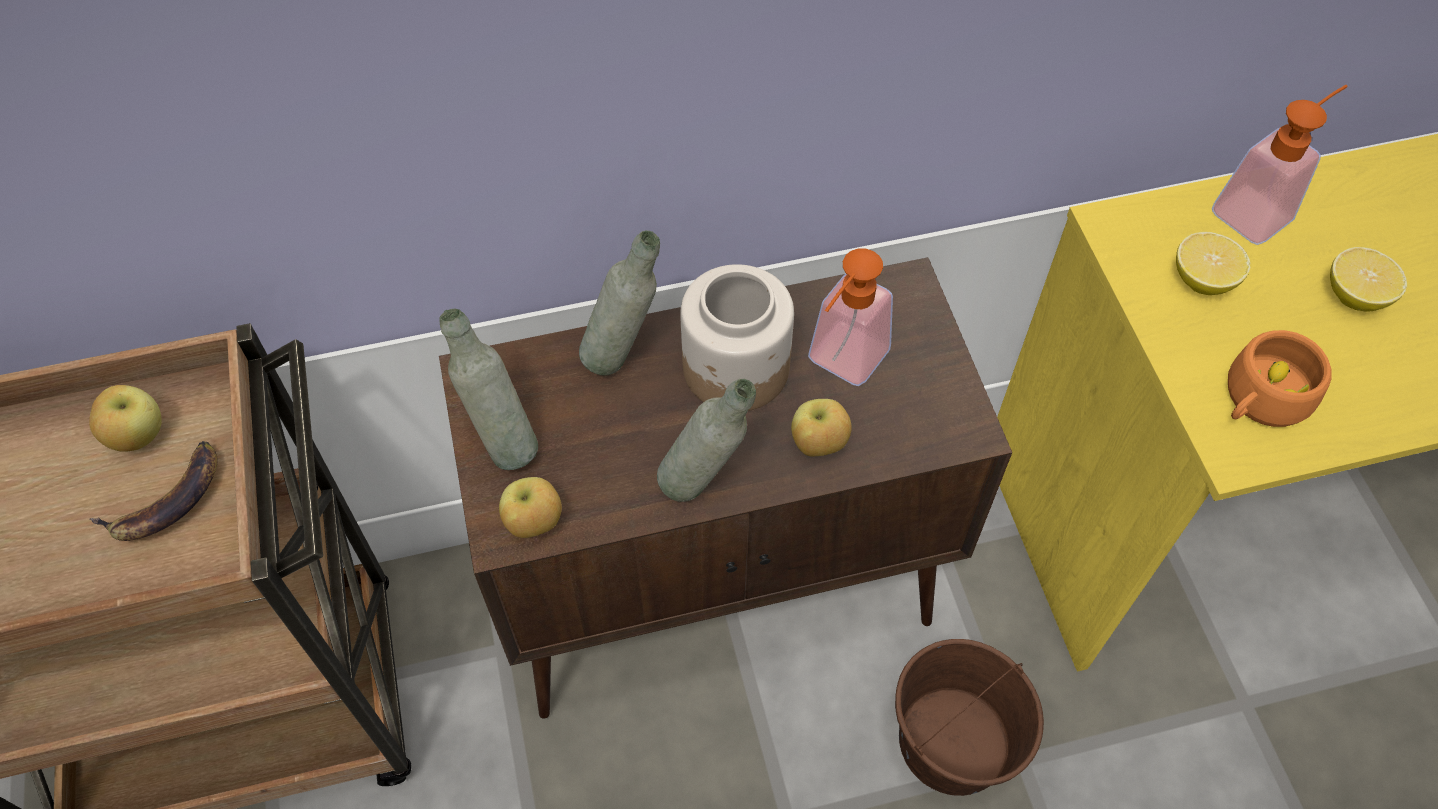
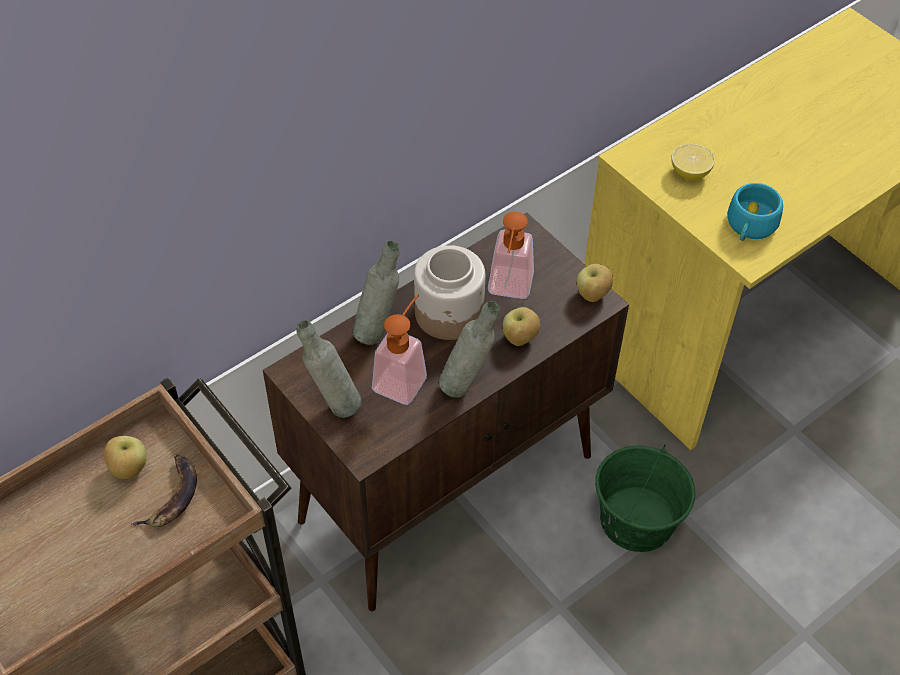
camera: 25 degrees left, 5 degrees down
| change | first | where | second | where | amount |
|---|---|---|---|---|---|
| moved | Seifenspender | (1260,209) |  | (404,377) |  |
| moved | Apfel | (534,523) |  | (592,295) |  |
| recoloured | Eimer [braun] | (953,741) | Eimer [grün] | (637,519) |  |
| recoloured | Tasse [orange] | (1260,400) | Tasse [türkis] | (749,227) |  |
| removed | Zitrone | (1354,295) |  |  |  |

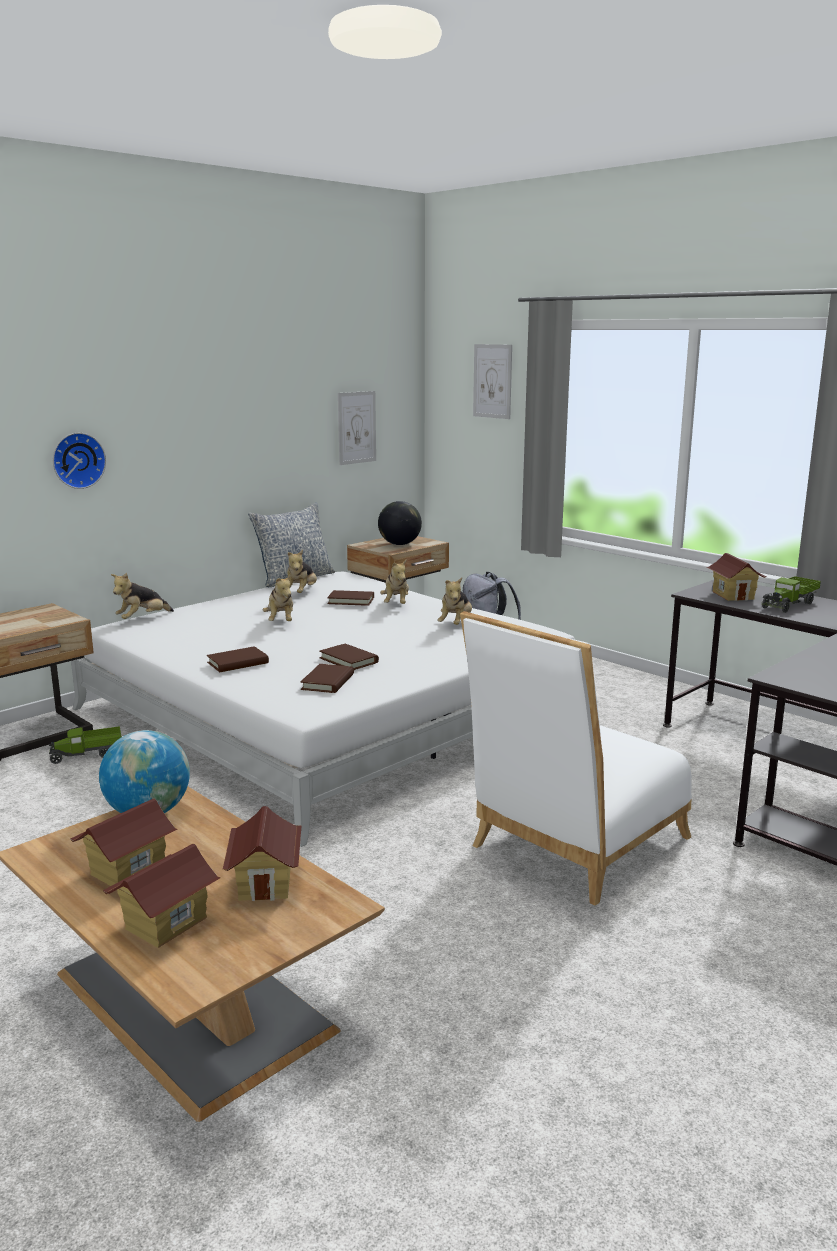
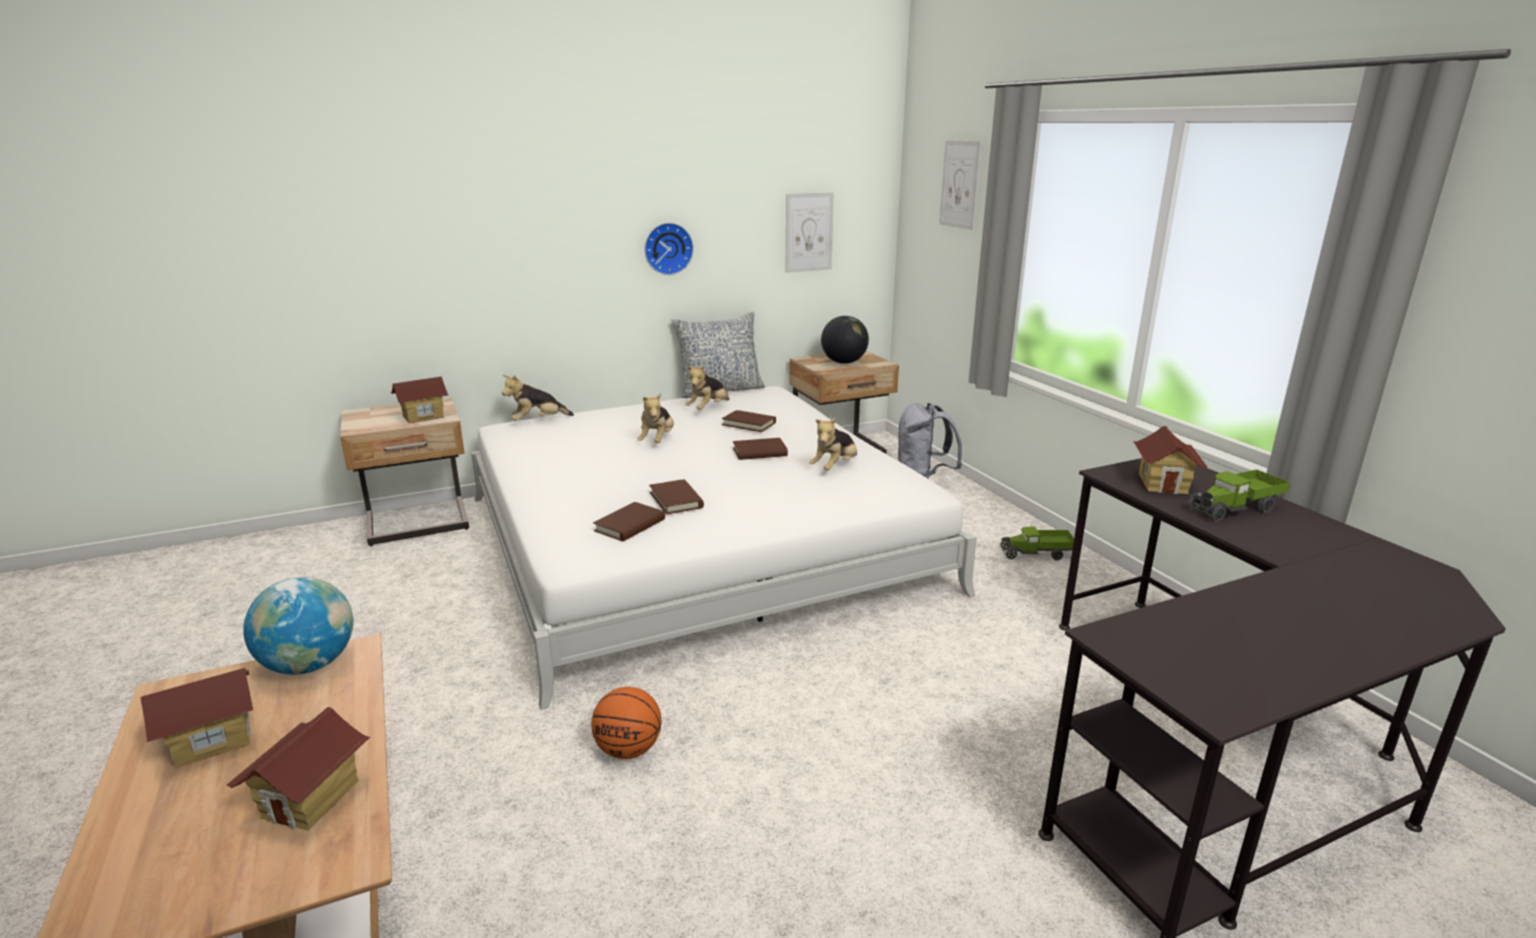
camera: 20 degrees right, 5 degrees up
| change | first | where | second | where | amount |
|---|---|---|---|---|---|
| moved | Spielzeughaus | (165,923) |  | (423,416) |  |
| added |  |  | Basketball | (628,749) |  |
| moved | Wanduhr | (77,460) |  | (667,248) |  |
| moved | Buch [braun] | (238,663) |  | (759,452) |  |
| moved | Spielzeuglaster | (87,755) |  | (1036,554) |  |
| removed | Plüschtier | (396,604) |  |  |  |
| removed | Stuhl [weiß] | (573,846) |  |  |  |

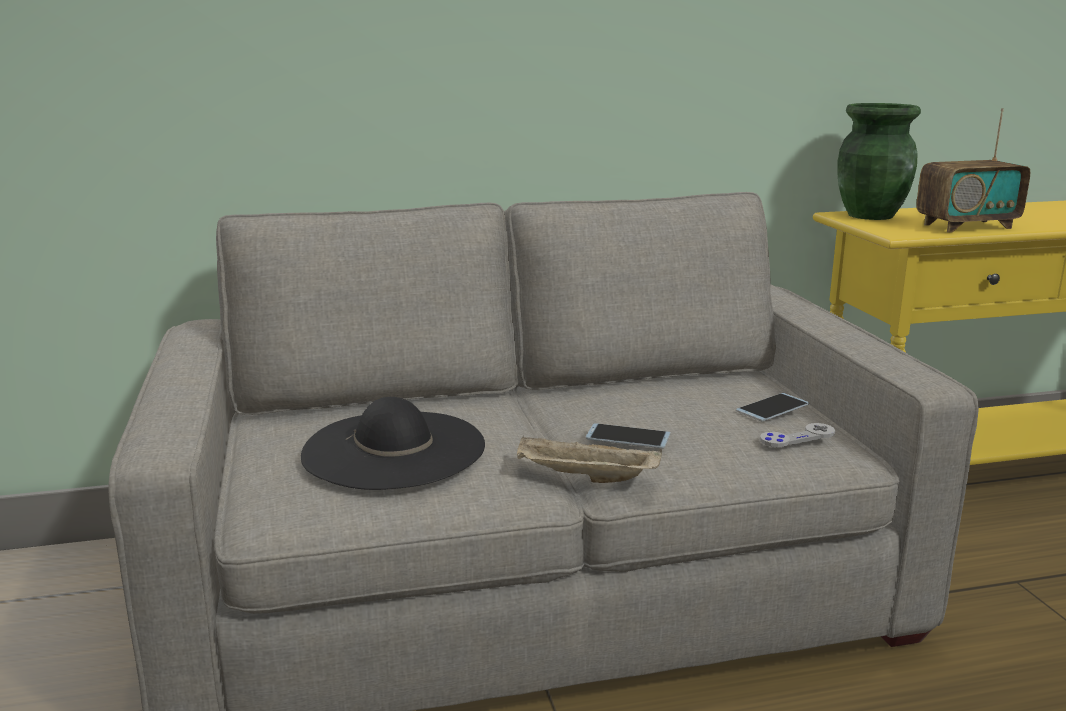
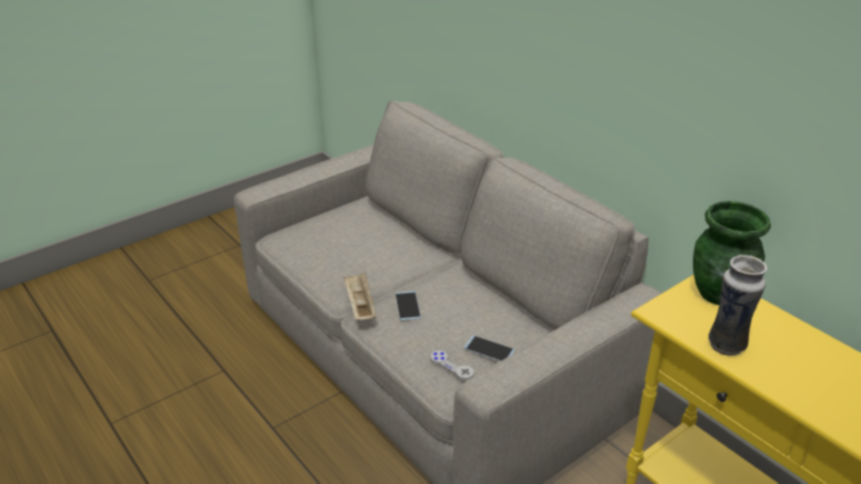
camera: 65 degrees right, 15 degrees up
| change | first | where | second | where | amount |
|---|---|---|---|---|---|
| replaced | Radio | (966,226) | Vase | (726,345) |  |
| removed | Hut [schwarz] | (394,449) |  |  |  |

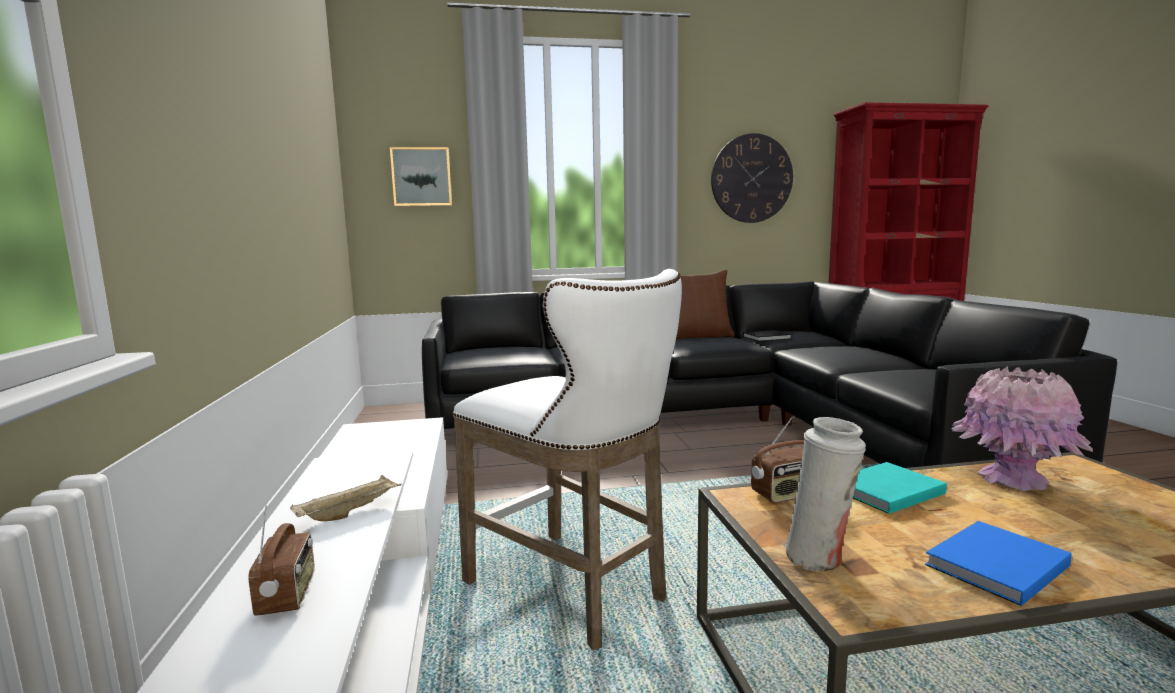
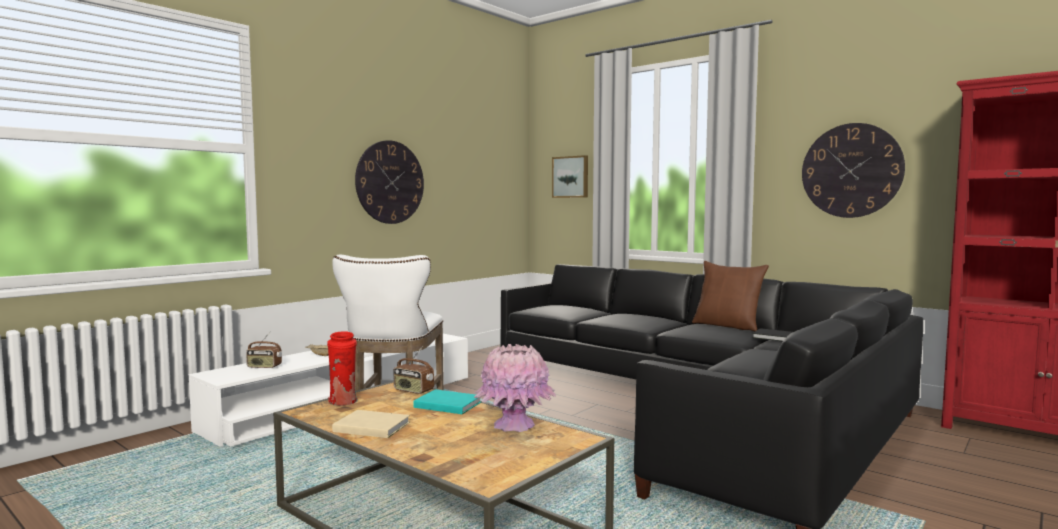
camera: 50 degrees right, 5 degrees down
| change | first | where | second | where | amount |
|---|---|---|---|---|---|
| turned | Radio | (288,595) |  | (264,367) | 60 degrees clockwise |
| recoloured | Vase [weiß] | (819,558) | Vase [rot] | (343,402) |  |
| recoloured | Buch [blau] | (993,566) | Buch [beige] | (370,426) |  |
| added |  |  | Wanduhr | (390,182) |  |

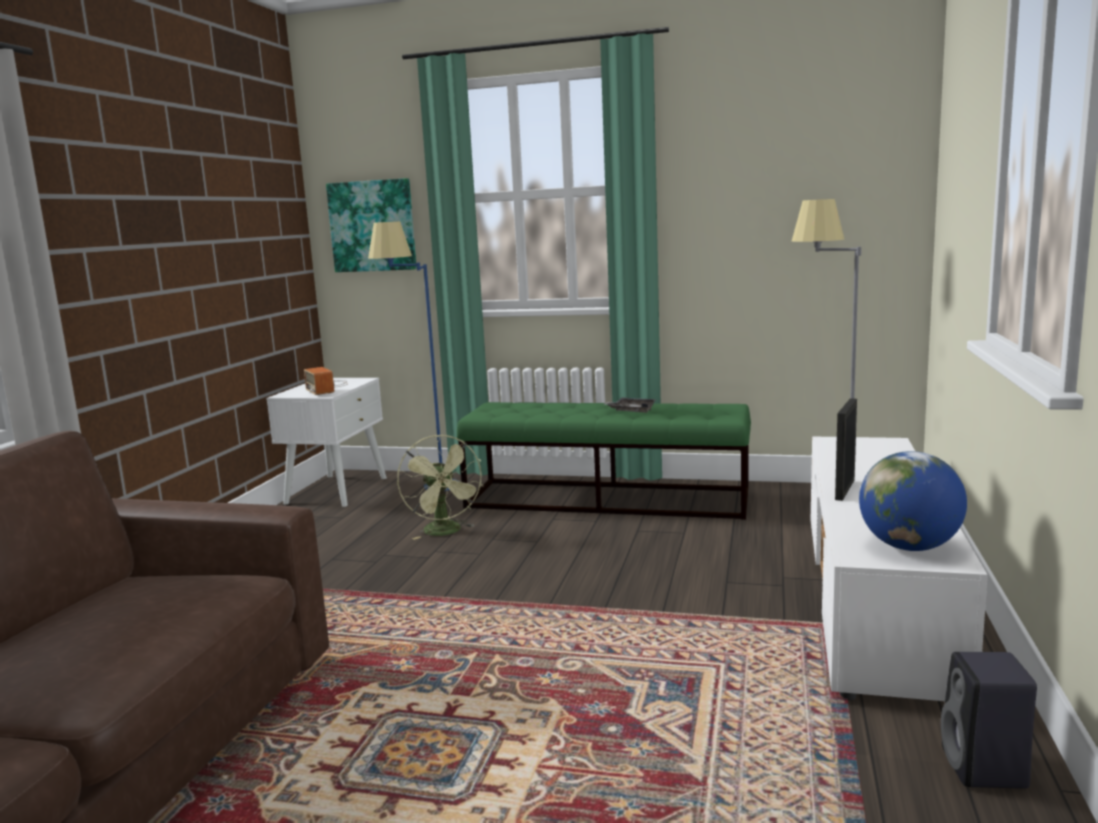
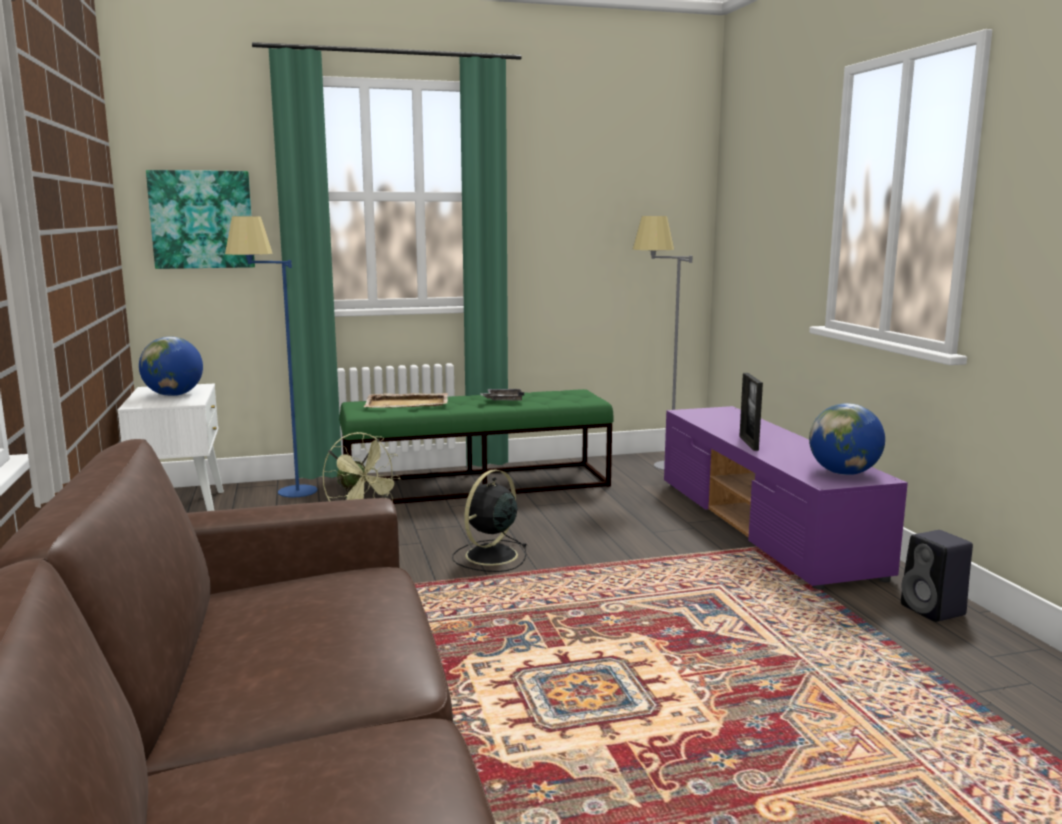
camera: 30 degrees left, 0 degrees up
| change | first | where | second | where | amount |
|---|---|---|---|---|---|
| replaced | Radio | (328,387) | Globus | (174,395) |  |
| added |  |  | Tablett [beige] | (408,404) |  |
| added |  |  | Ventilator [schwarz] | (490,556) |  |
| recoloured | Fernsehschrank [weiß] | (876,599) | Fernsehschrank [lila] | (764,527) |  |

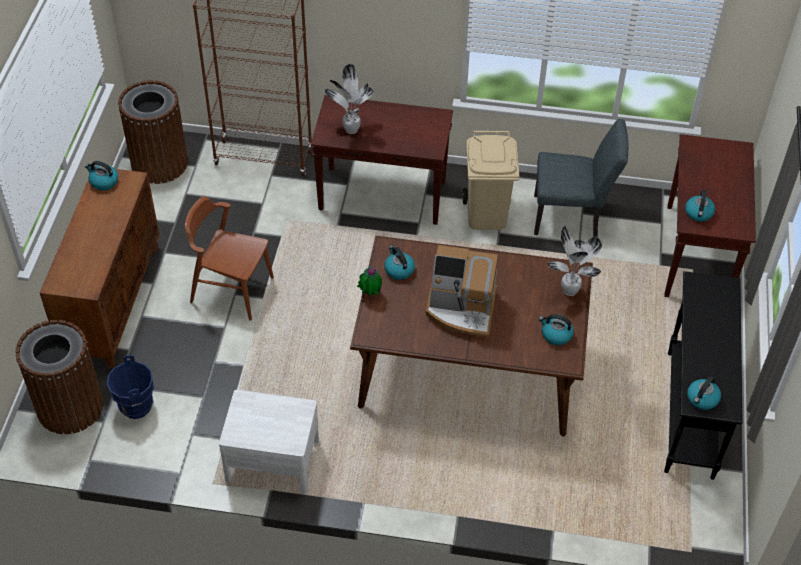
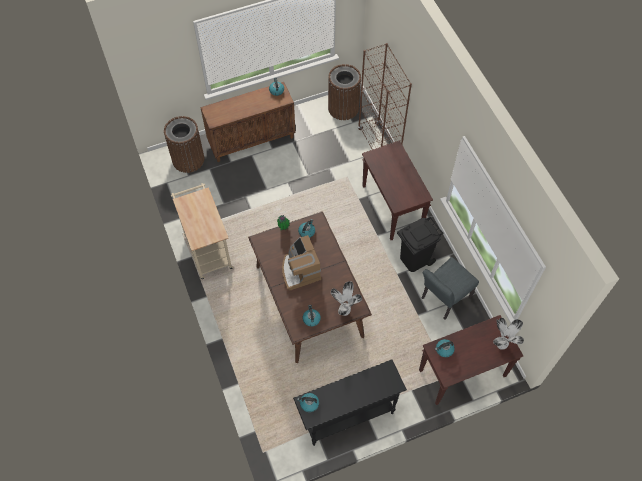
camera: 60 degrees right, 10 degrees up
| change | first | where | second | where | amount |
|---|---|---|---|---|---|
| replaced | Nachttisch [weiß] | (272,460) | Rollwagen [beige] | (207,249) |  |
| recoloured | Mülleimer [beige] | (486,214) | Mülleimer [schwarz] | (414,258) |  |
| turned | Stuhl [grau] | (572,217) |  | (443,299) | 75 degrees clockwise |
| moved | Topfpflanze | (350,130) |  | (500,345) |  |
| removed | Eimer [blau] | (136,406) |  |  |  |
| removed | Stuhl [braun] | (231,289) |  |  |  |

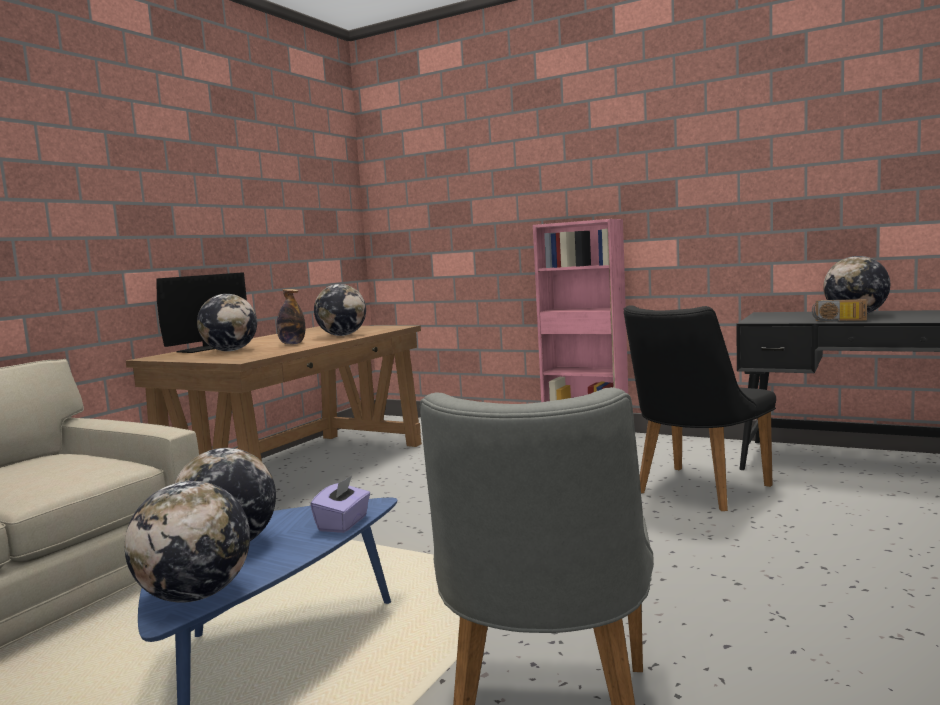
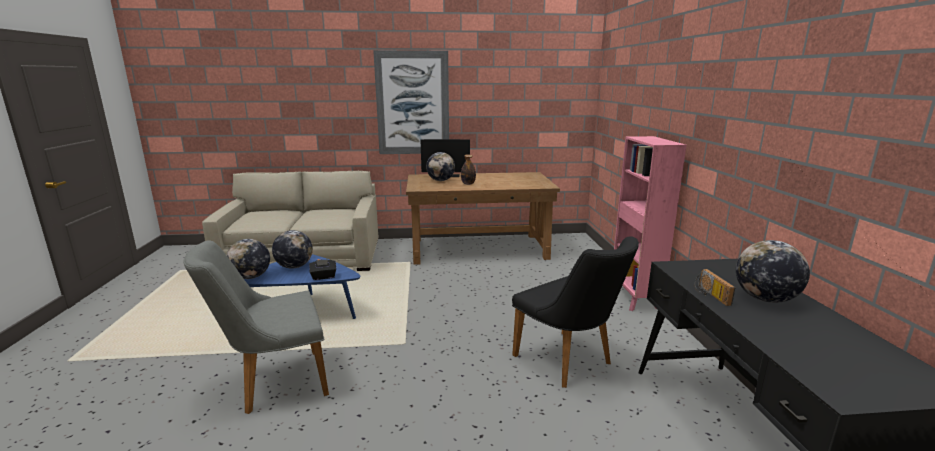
camera: 55 degrees right, 10 degrees up
| change | first | where | second | where | amount |
|---|---|---|---|---|---|
| recoloured | Taschentuchbox [lila] | (343,523) | Taschentuchbox [schwarz] | (323,277) |  |
| added |  |  | Bild | (412,103) |  |
| turned | Stuhl [schwarz] | (694,491) |  | (569,363) | 135 degrees counterclockwise |
| removed | Globus | (342,335) |  |  |  |

